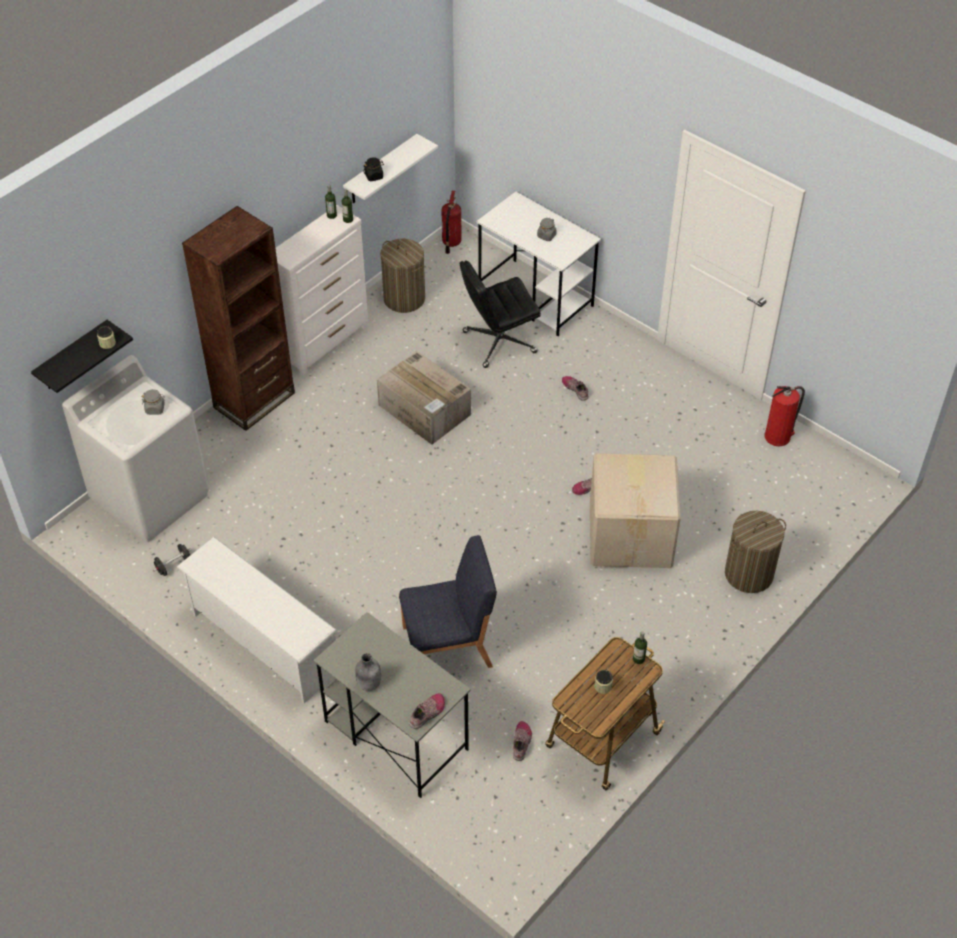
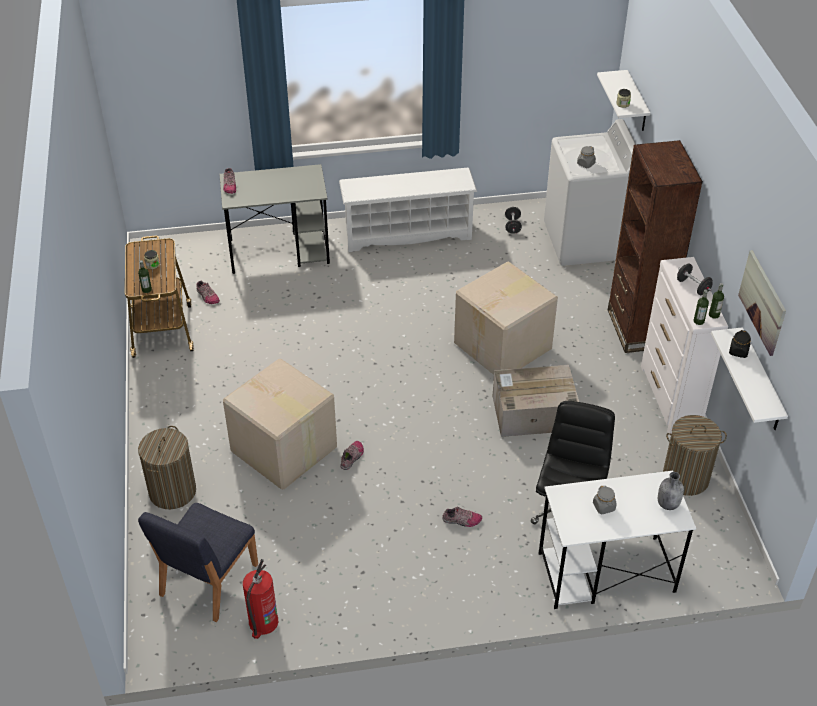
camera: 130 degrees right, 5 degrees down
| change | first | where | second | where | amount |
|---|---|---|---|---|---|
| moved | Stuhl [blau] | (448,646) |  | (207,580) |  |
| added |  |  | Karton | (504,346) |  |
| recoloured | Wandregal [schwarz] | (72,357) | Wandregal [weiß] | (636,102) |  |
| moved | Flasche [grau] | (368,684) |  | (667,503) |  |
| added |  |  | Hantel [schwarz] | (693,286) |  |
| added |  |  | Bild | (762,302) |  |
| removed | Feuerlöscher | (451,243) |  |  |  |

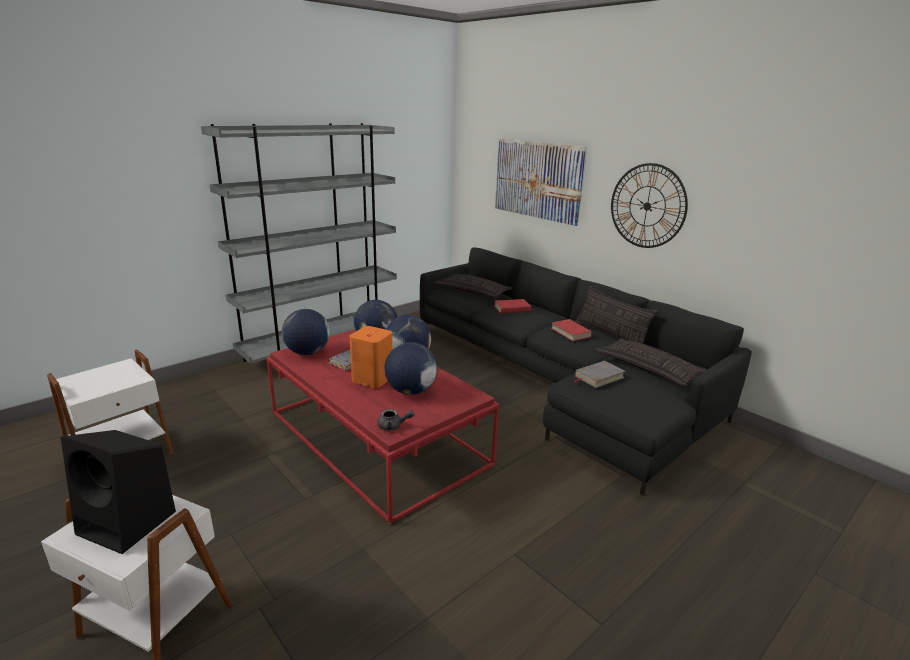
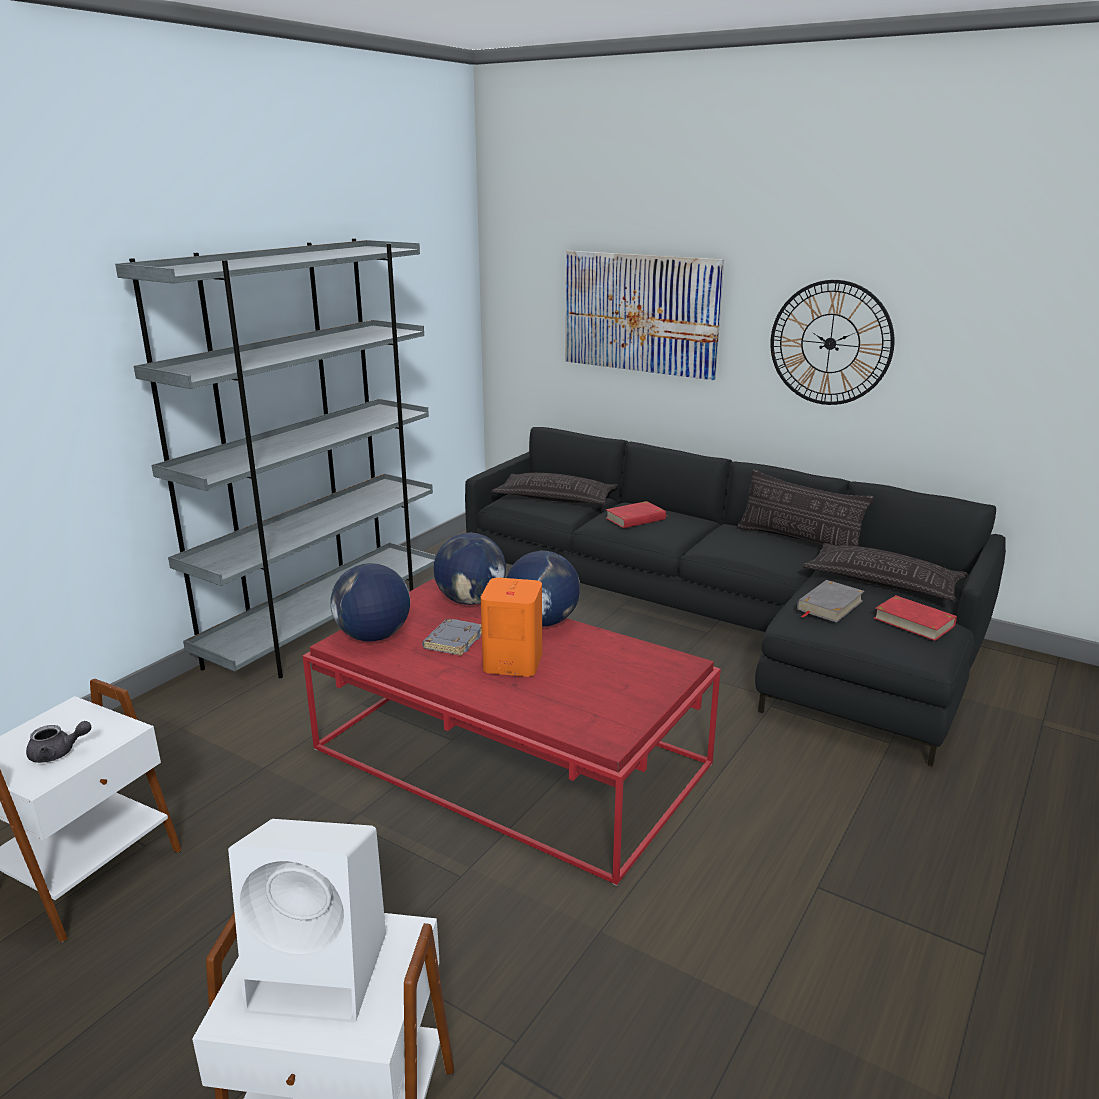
camera: 15 degrees left, 0 degrees up
| change | first | where | second | where | amount |
|---|---|---|---|---|---|
| moved | Teekanne [grau] | (393,426) |  | (58,753) |  |
| recoloured | Lautsprecher [schwarz] | (129,523) | Lautsprecher [weiß] | (323,971) |  |
| moved | Buch [rot] | (570,332) |  | (913,622) |  |
| removed | Globus | (410,391) |  |  |  |

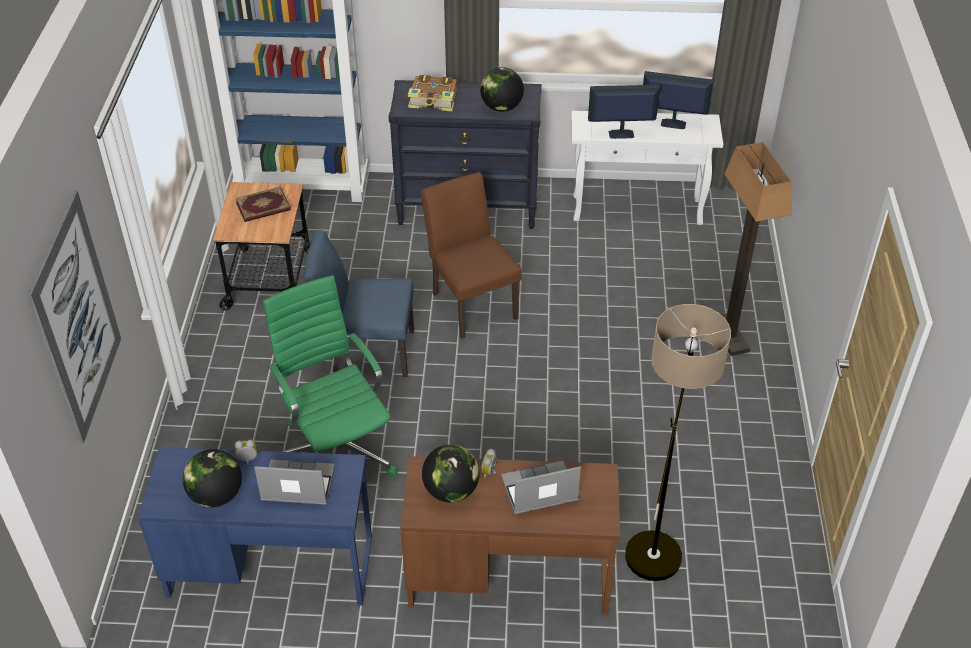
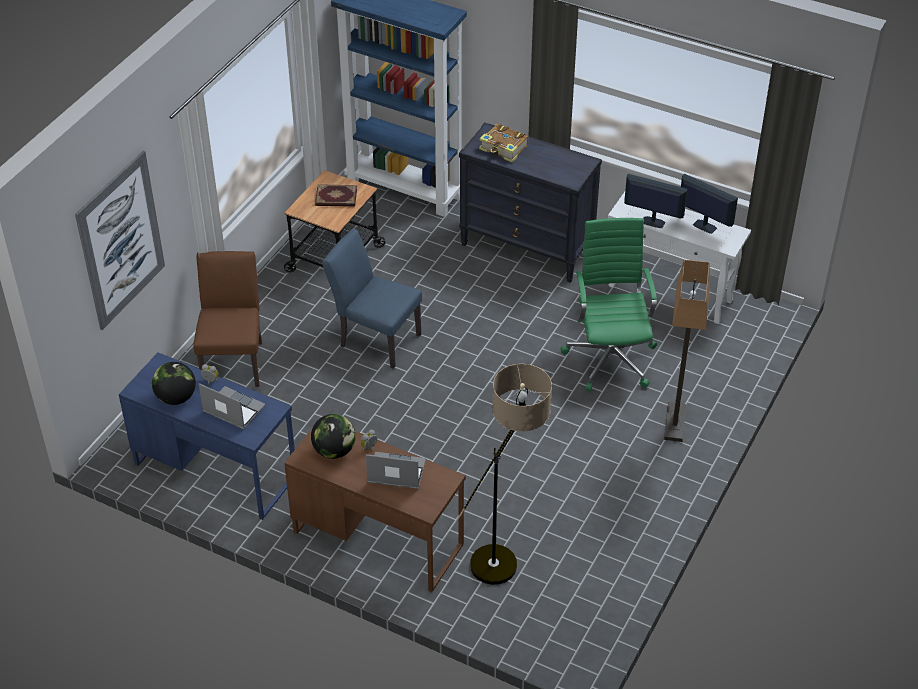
camera: 25 degrees right, 0 degrees up
| change | first | where | second | where | amount |
|---|---|---|---|---|---|
| moved | Stuhl [braun] | (471,301) |  | (234,359) |  |
| moved | Bürostuhl [grün] | (338,451) |  | (610,357) |  |
| removed | Globus | (501,107) |  |  |  |

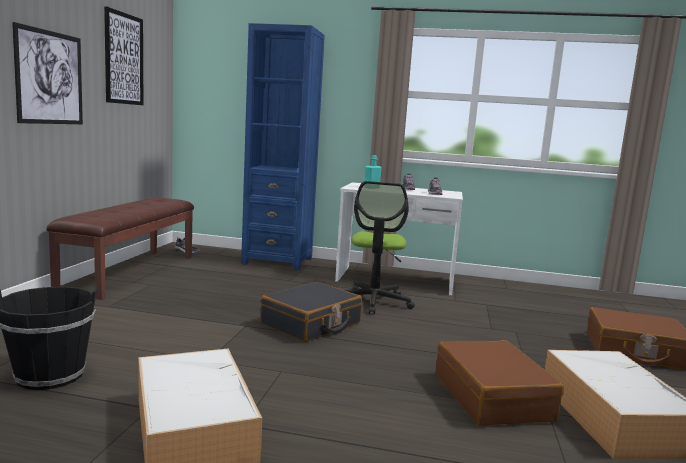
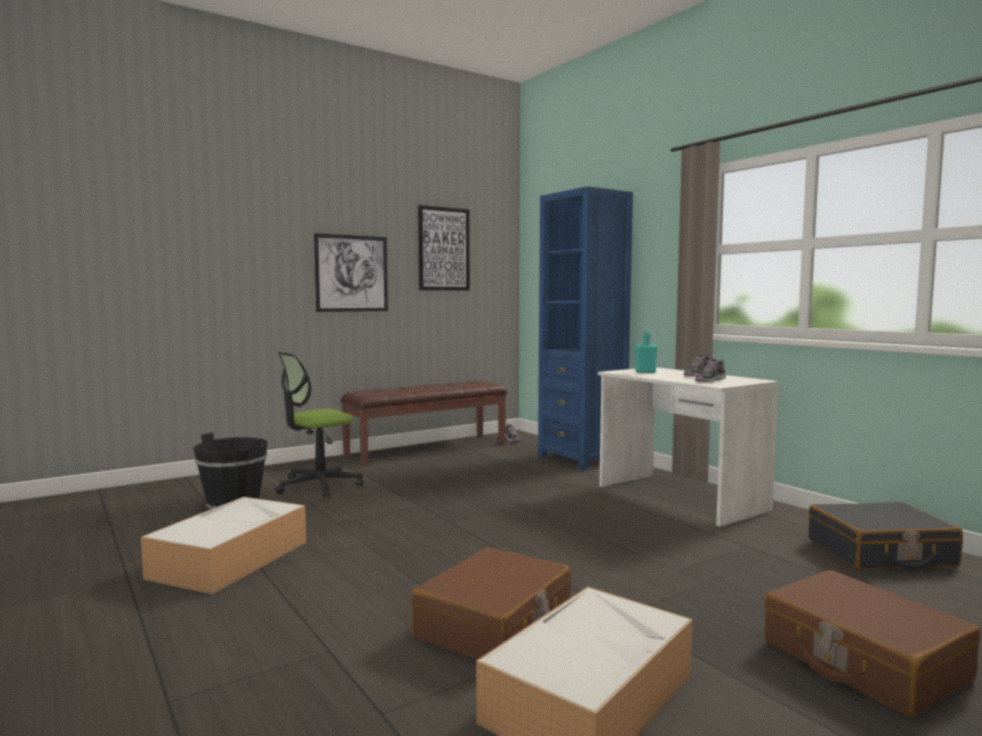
camera: 45 degrees right, 5 degrees down
| change | first | where | second | where | amount |
|---|---|---|---|---|---|
| moved | Bürostuhl | (374,301) |  | (318,486) |  |
| moved | Koffer [schwarz] | (311,324) |  | (880,553) |  |

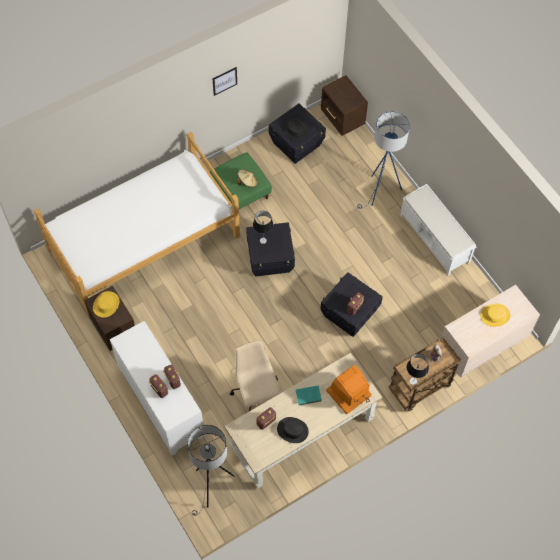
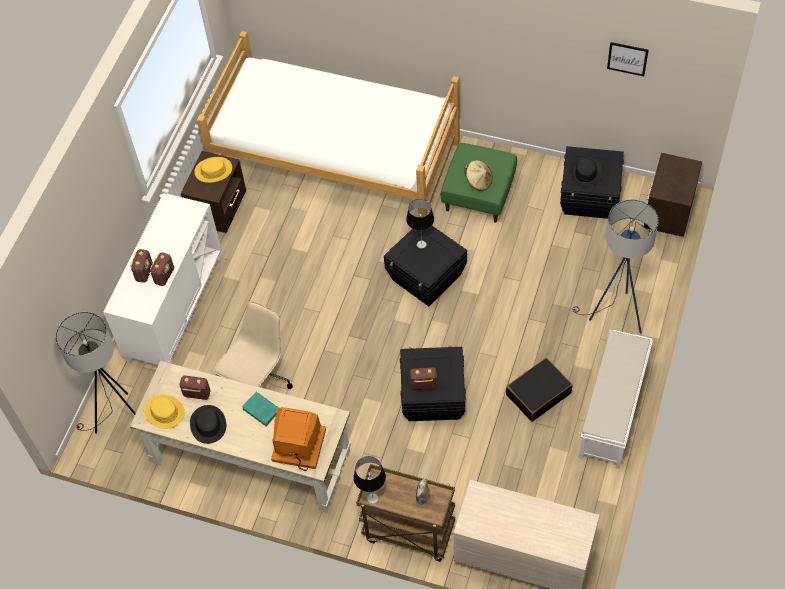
camera: 55 degrees right, 5 degrees down
| change | first | where | second | where | amount |
|---|---|---|---|---|---|
| moved | Hut [gelb] | (495,315) |  | (164,412) |  |
| added |  |  | Koffer [schwarz] | (538,393) |  |
| moved | Bild | (224,81) |  | (627,58) |  |

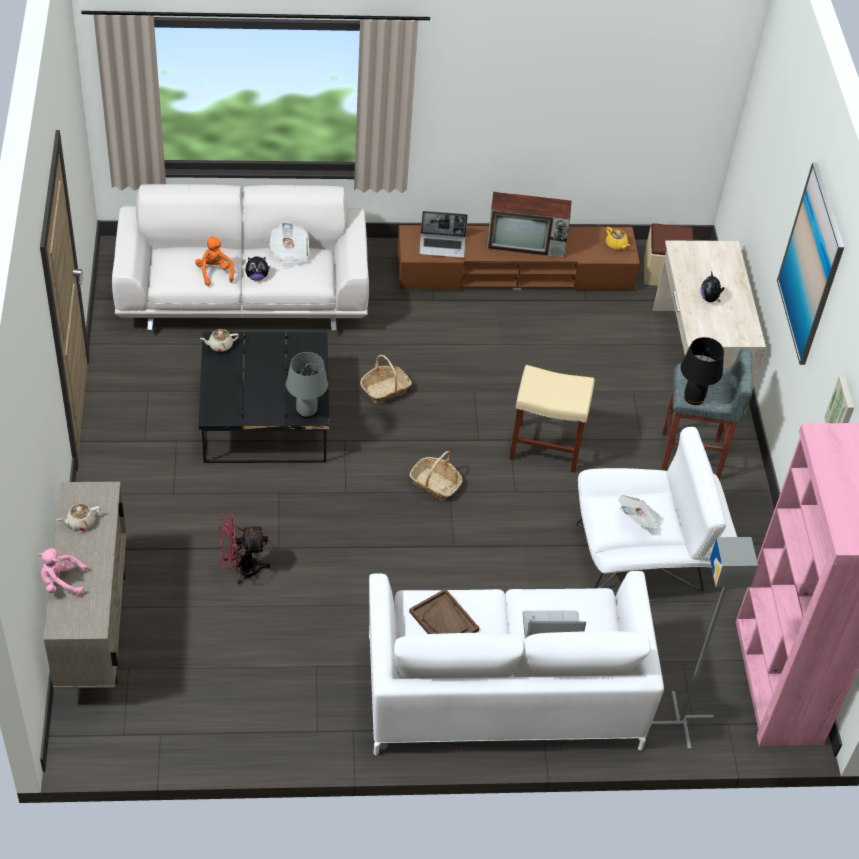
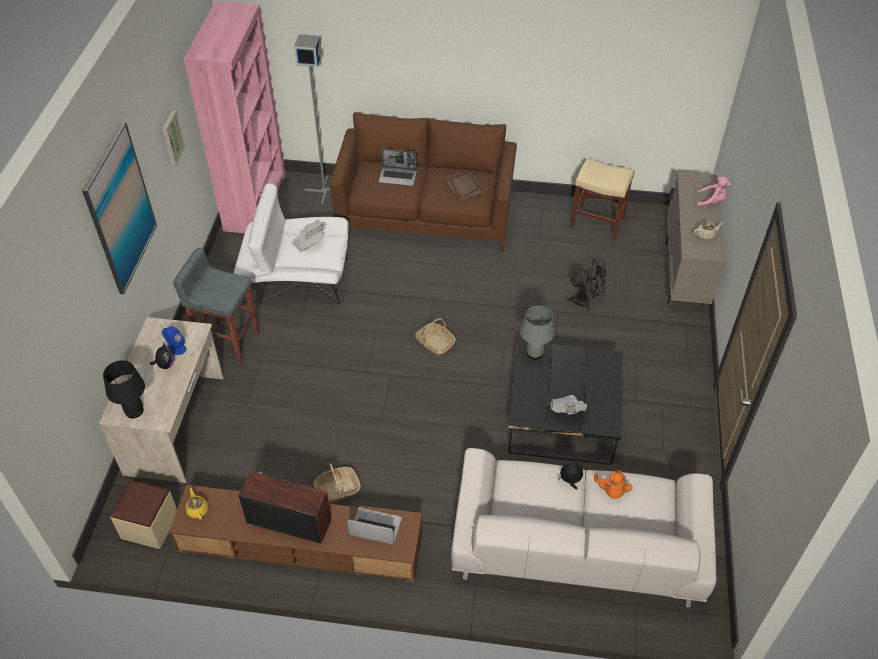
camera: 165 degrees left, 0 degrees up
| change | first | where | second | where | amount |
|---|---|---|---|---|---|
| moved | Tischlampe [schwarz] | (693,398) |  | (135,411) |  |
| added |  |  | Lautsprecher [blau] | (176,348) |  |
| moved | Korb | (385,389) |  | (337,490) |  |
| recoloured | Sofa [weiß] | (503,691) | Sofa [braun] | (425,215) |  |
| moved | Zeitung | (289,254) |  | (567,410) |  |
| recoloured | Ventilator [rot] | (241,569) | Ventilator [schwarz] | (586,301) |  |
| moved | Hocker [beige] | (547,447) |  | (596,221) |  |
| removed | Teekanne [beige] | (220,345) |  |  |  |

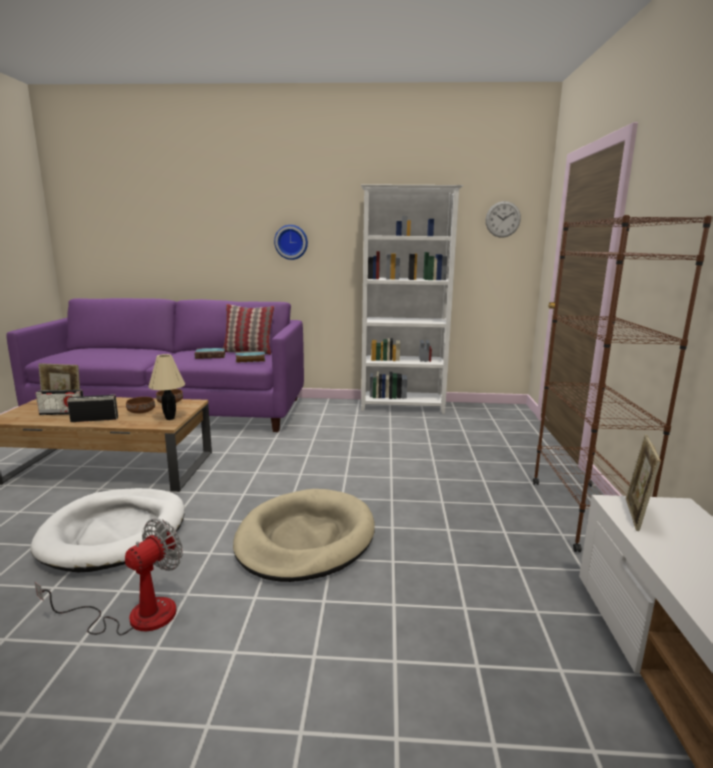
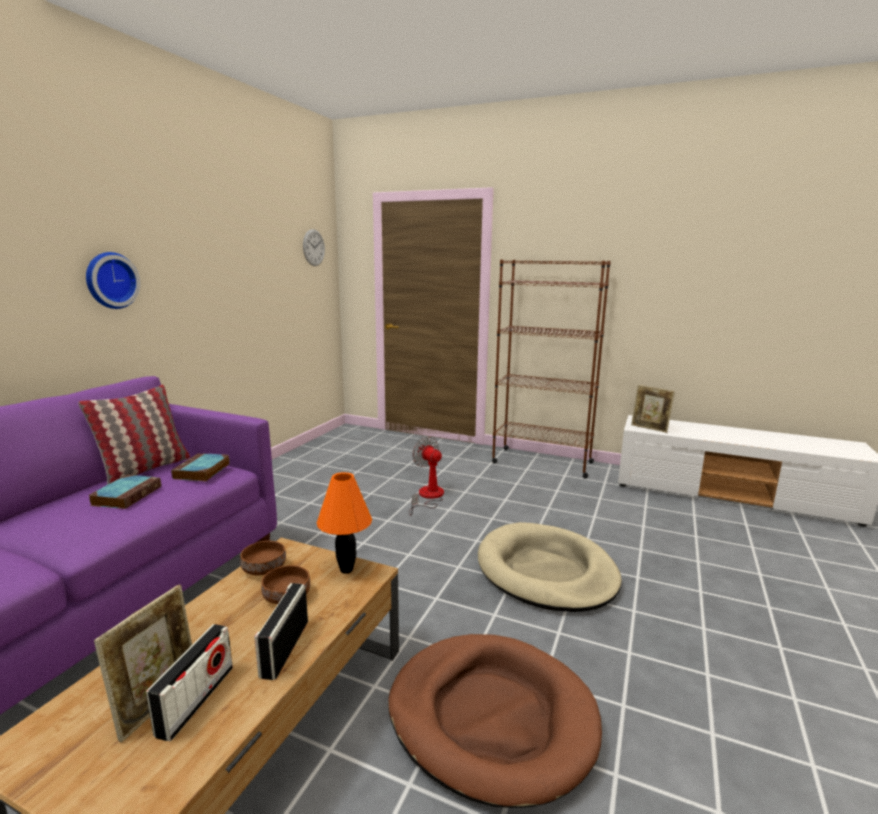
camera: 70 degrees left, 0 degrees up
| change | first | where | second | where | amount |
|---|---|---|---|---|---|
| recoloured | Tischlampe [beige] | (170,418) | Tischlampe [orange] | (347,570) |  |
| recoloured | Hundebett [weiß] | (115,532) | Hundebett [braun] | (491,717) |  |
| moved | Ventilator | (135,615) |  | (428,497) |  |
| removed | Bücherregal [weiß] | (403,407) |  |  |  |

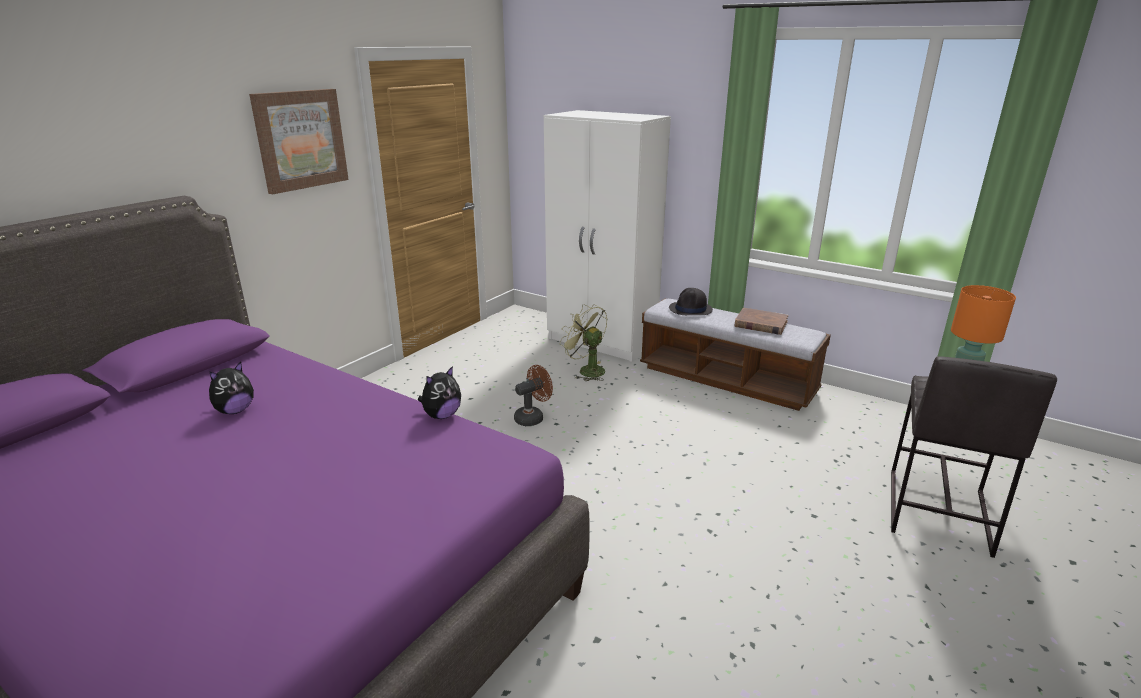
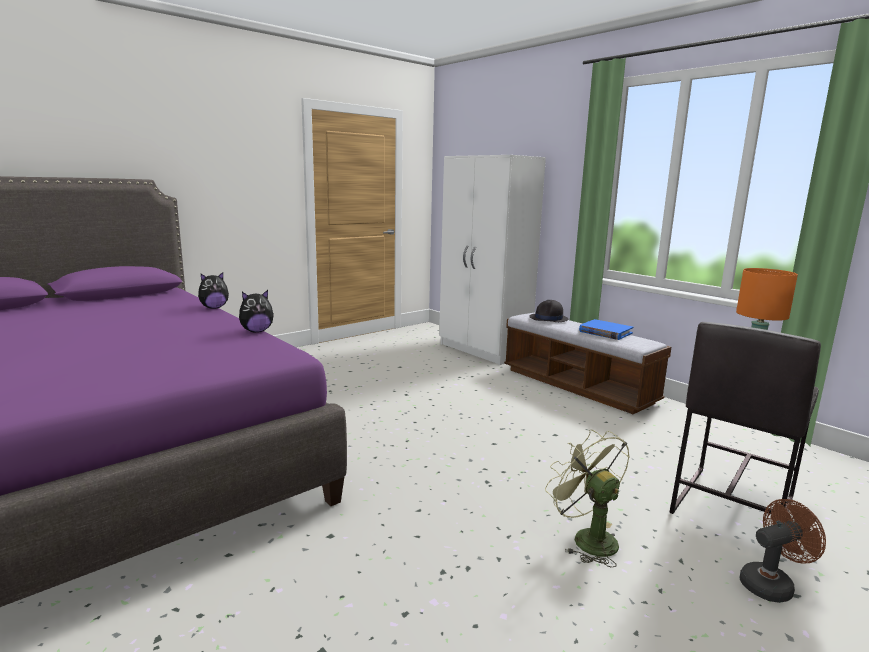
camera: 15 degrees right, 10 degrees down
| change | first | where | second | where | amount |
|---|---|---|---|---|---|
| moved | Plüschtier | (235,410) |  | (214,308) |  |
| moved | Ventilator [grün] | (586,370) |  | (586,538) |  |
| recoloured | Buch [braun] | (760,324) | Buch [blau] | (605,332) |  |
| moved | Ventilator [braun] | (533,417) |  | (771,584) |  |
| removed | Bild | (300,140) |  |  |  |

